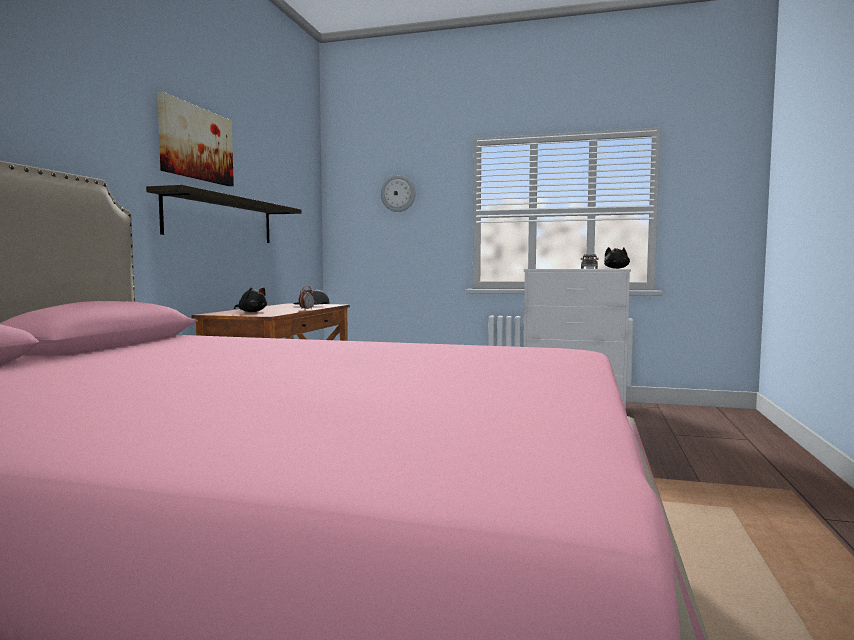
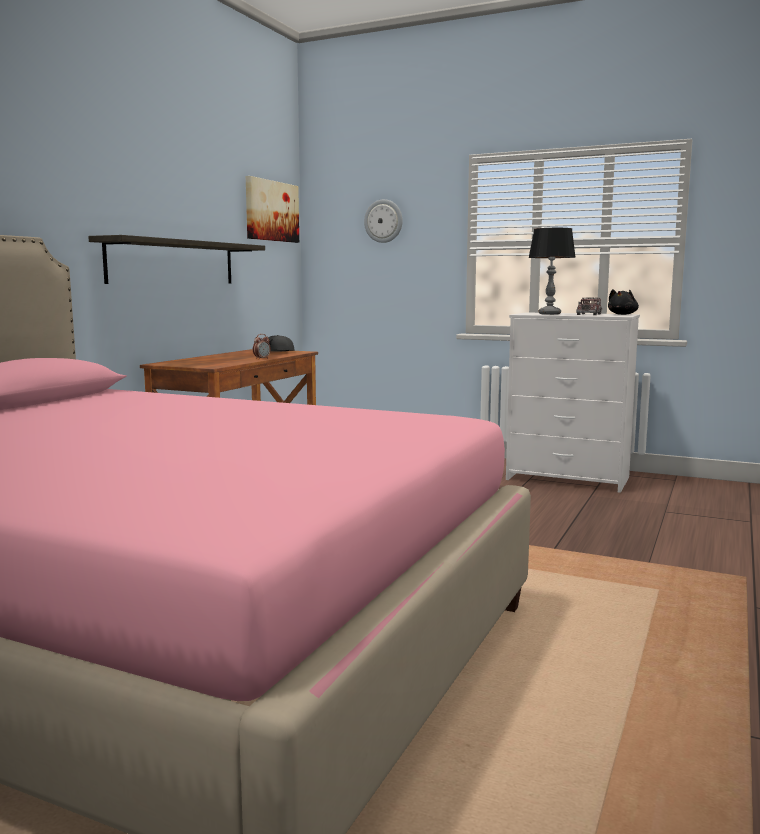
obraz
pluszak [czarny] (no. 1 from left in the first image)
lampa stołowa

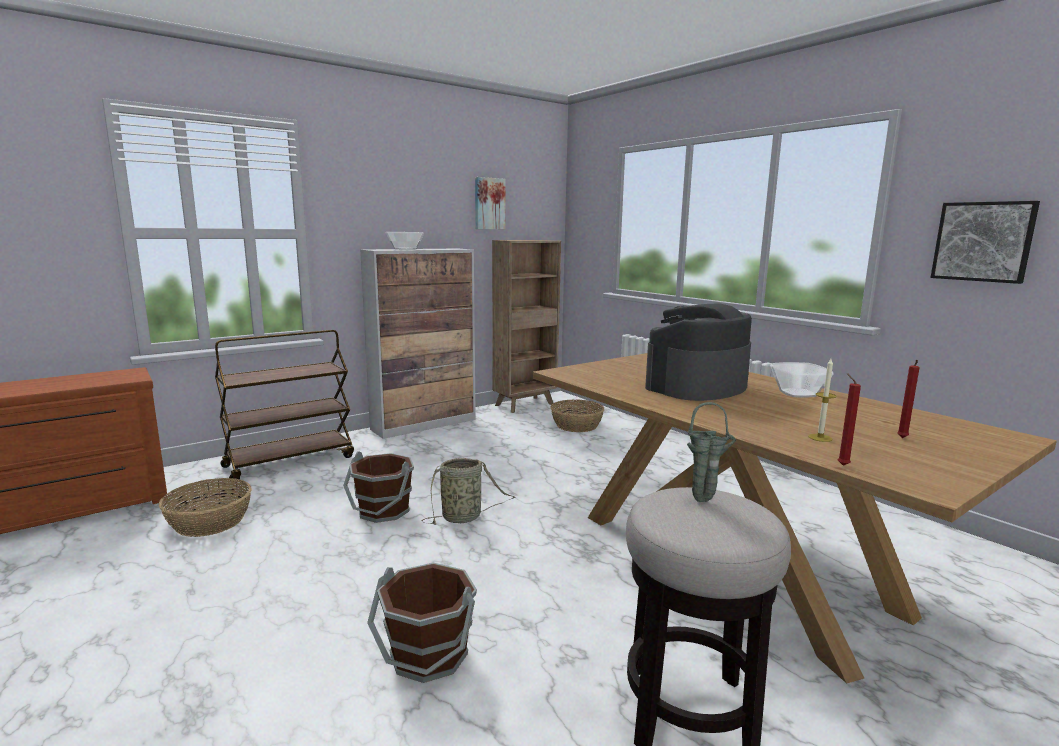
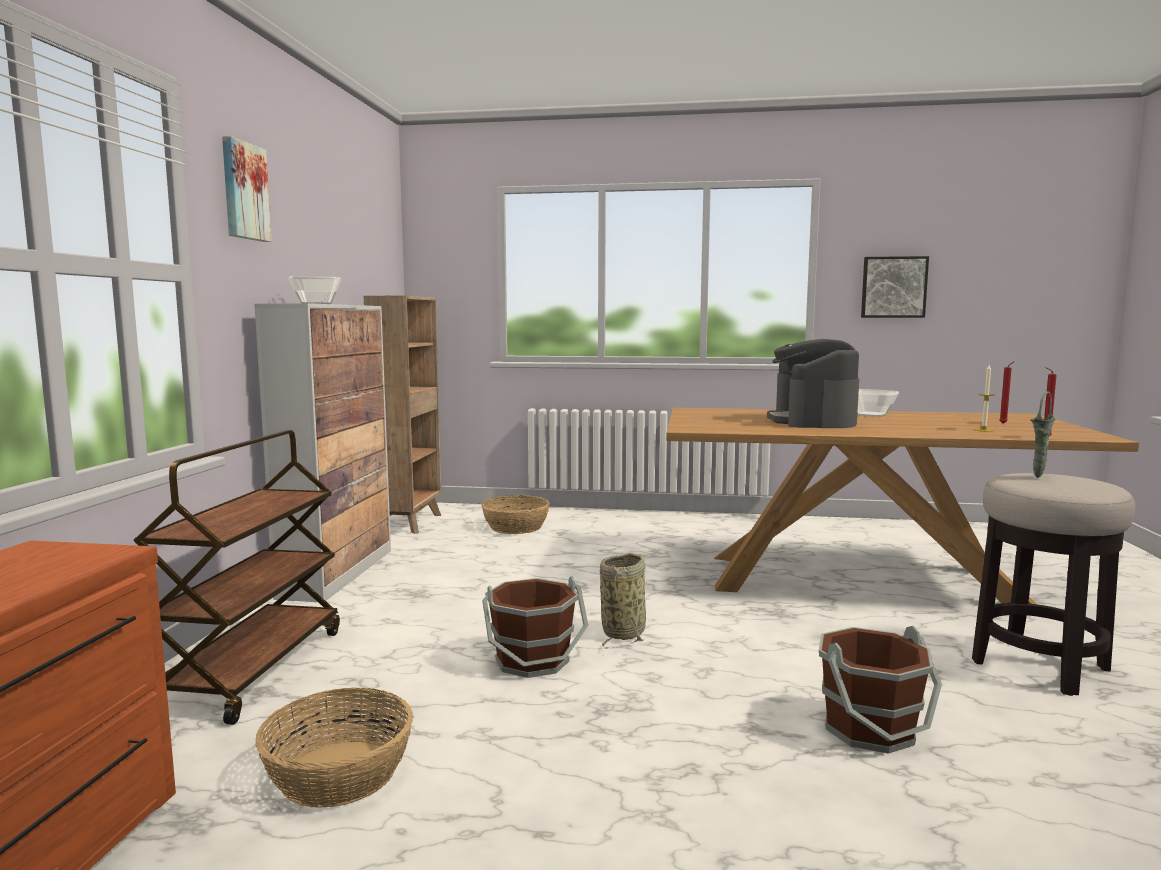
obraz (no. 1 from left)

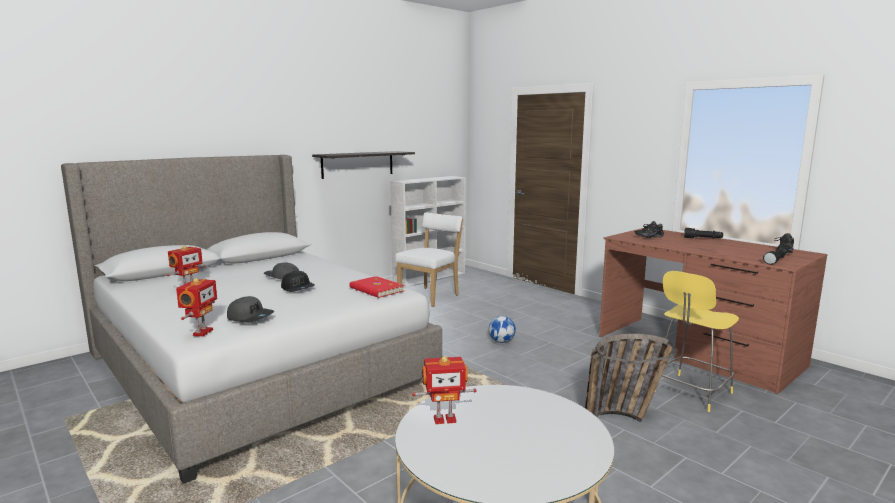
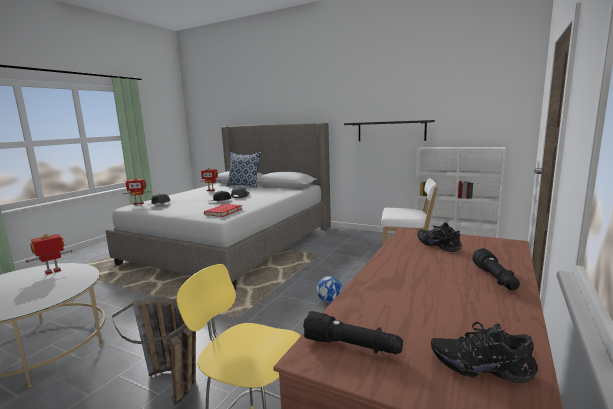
robot zabawkowy (no. 1 from left)
poduszka

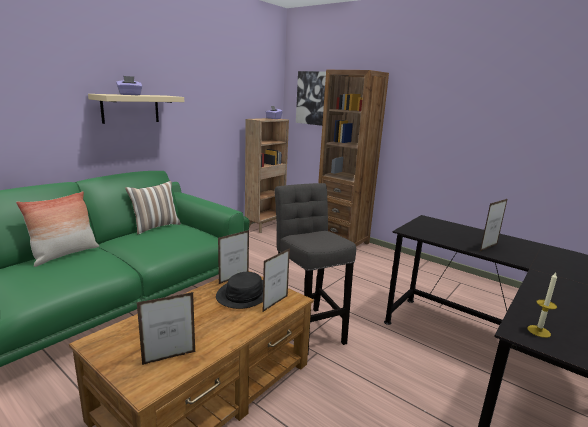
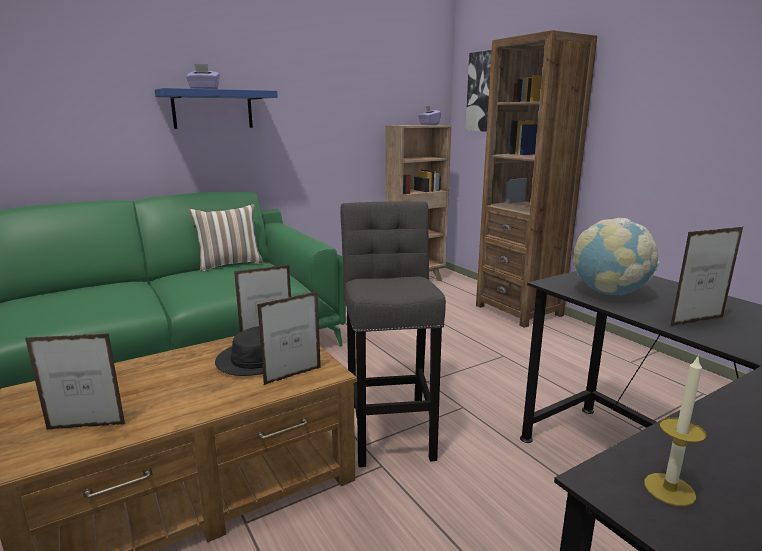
półka [niebieski]
poduszka (no. 1 from left in the first image)
globus

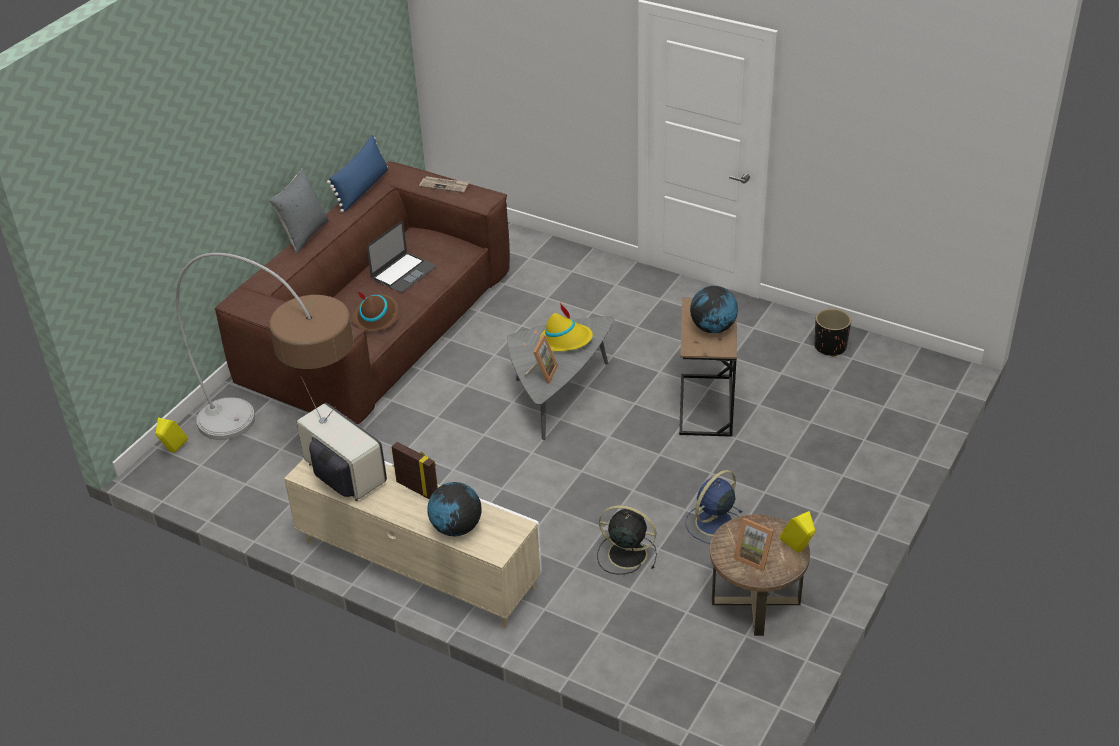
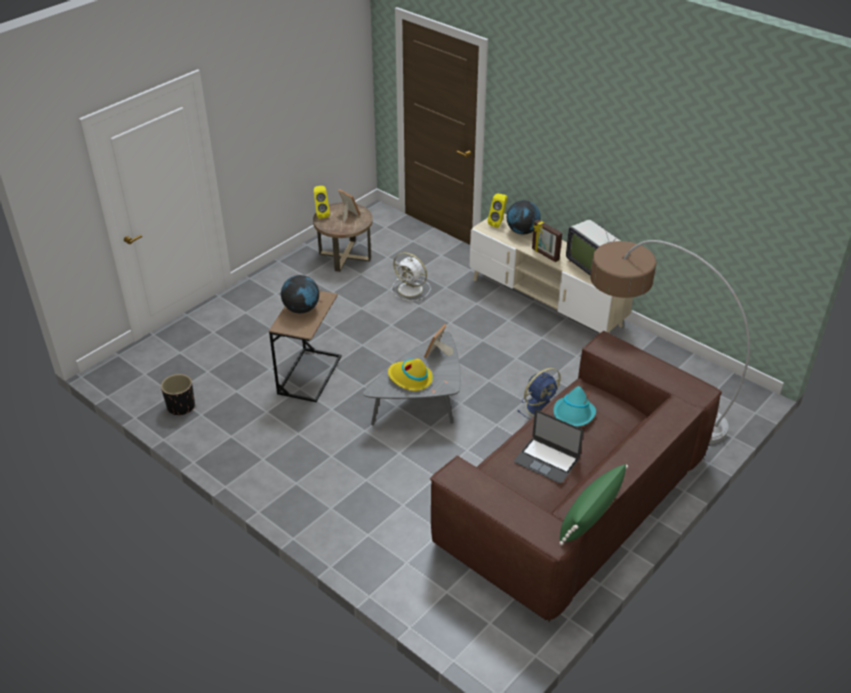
poduszka [zielony]
poduszka [szary]
gazeta
laptop
kapelusz [turkusowy]
głośnik [żółty] (no. 2 from left)
wentylator [niebieski]
wentylator [biały]

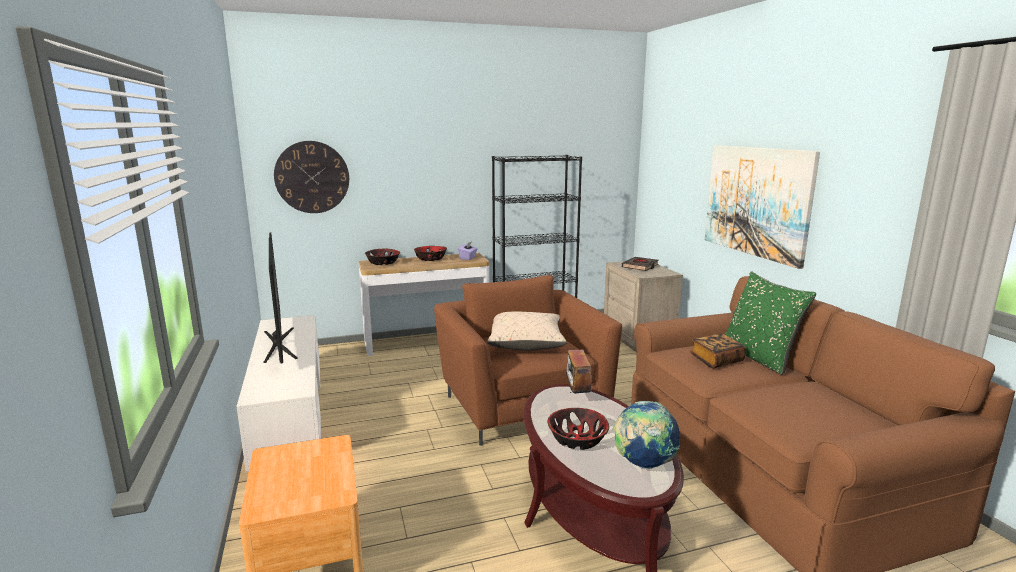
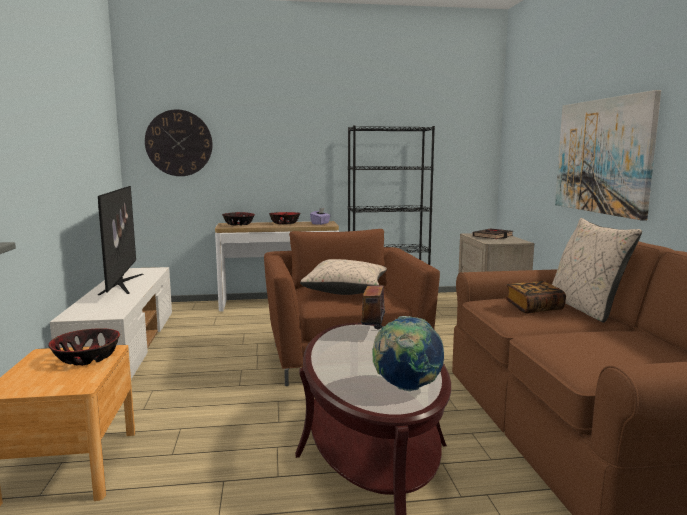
poduszka [beżowy] (no. 2 from left)
miska (no. 1 from left)

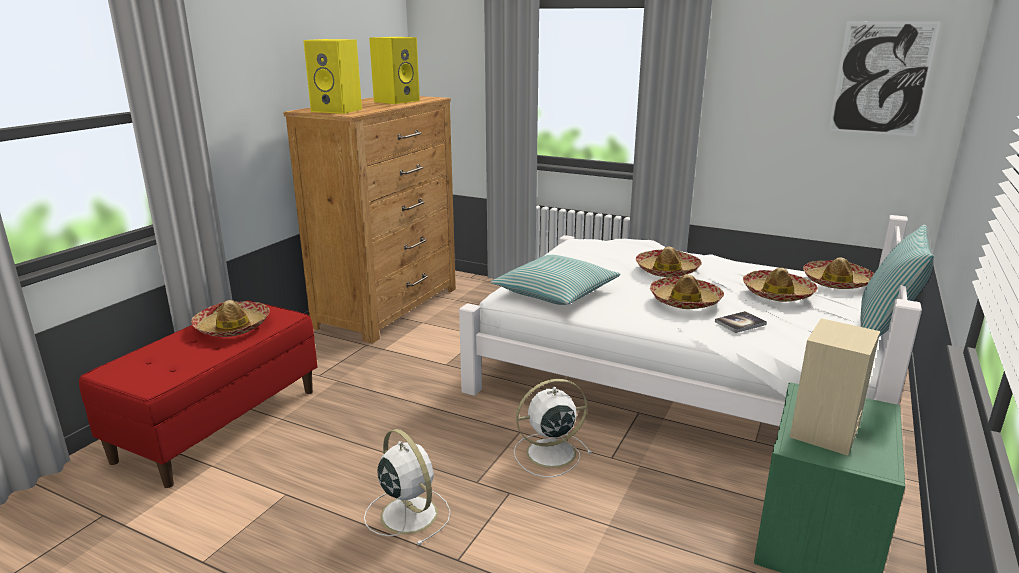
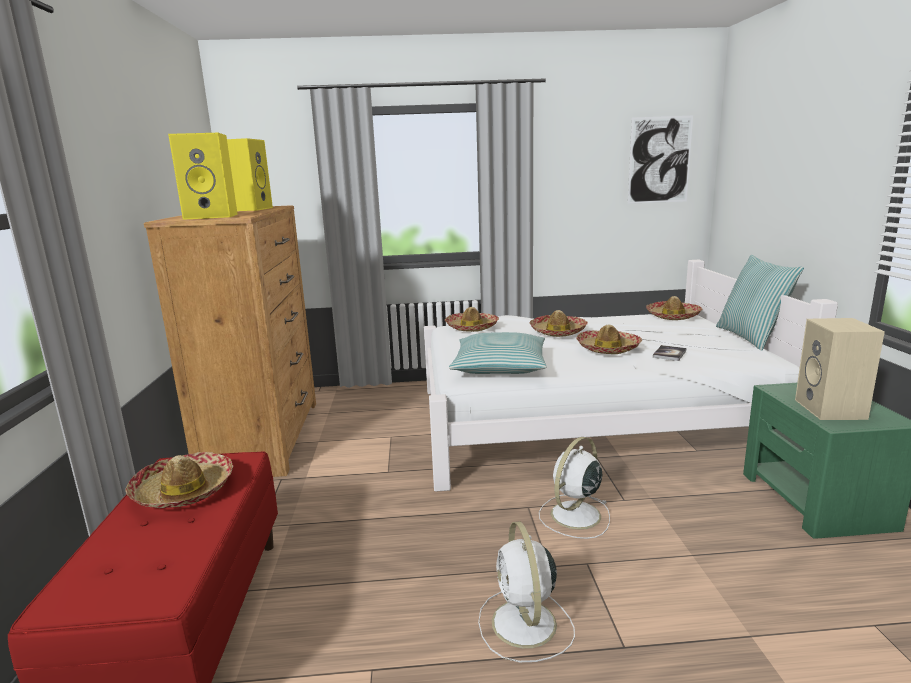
kapelusz (no. 2 from left)
wentylator [biały] (no. 1 from left)

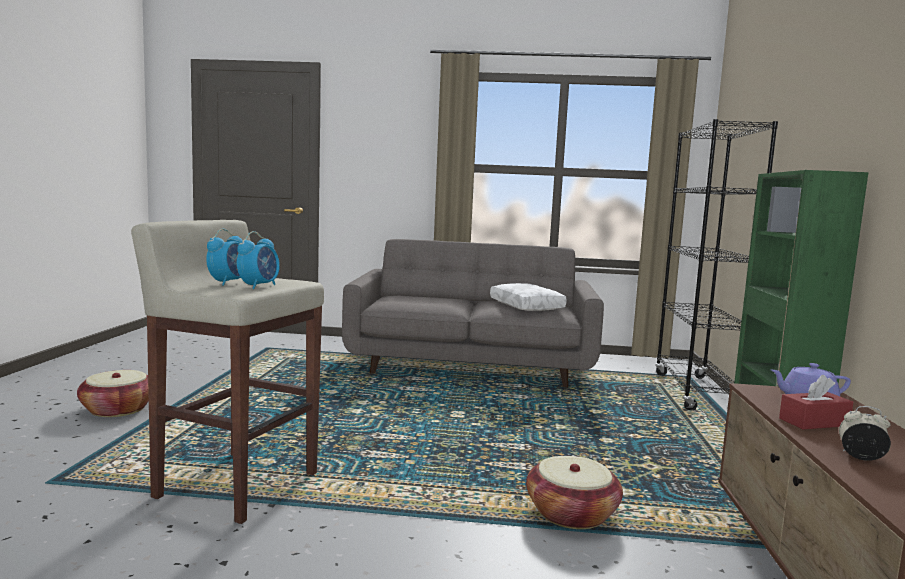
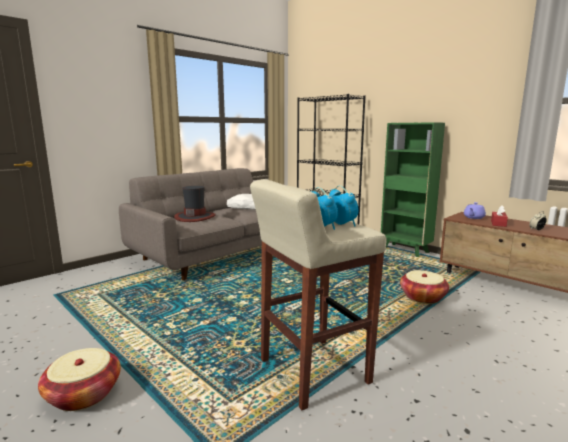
kapelusz

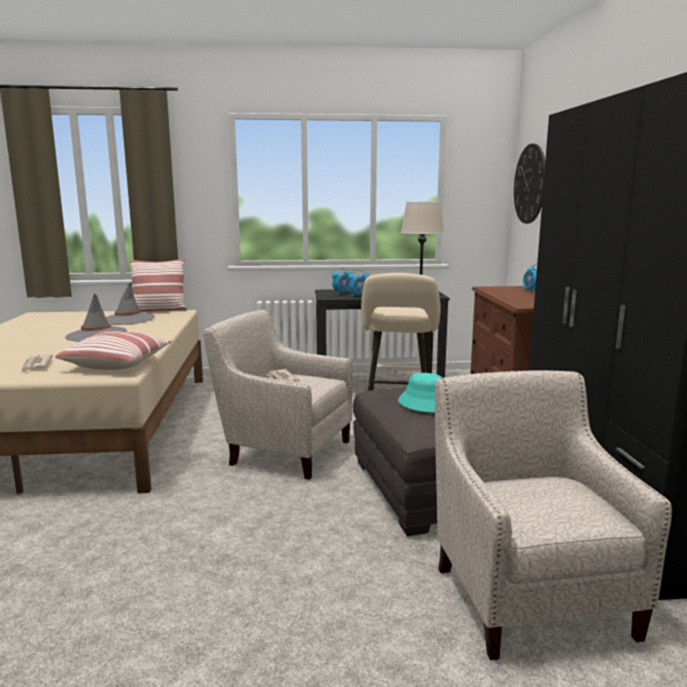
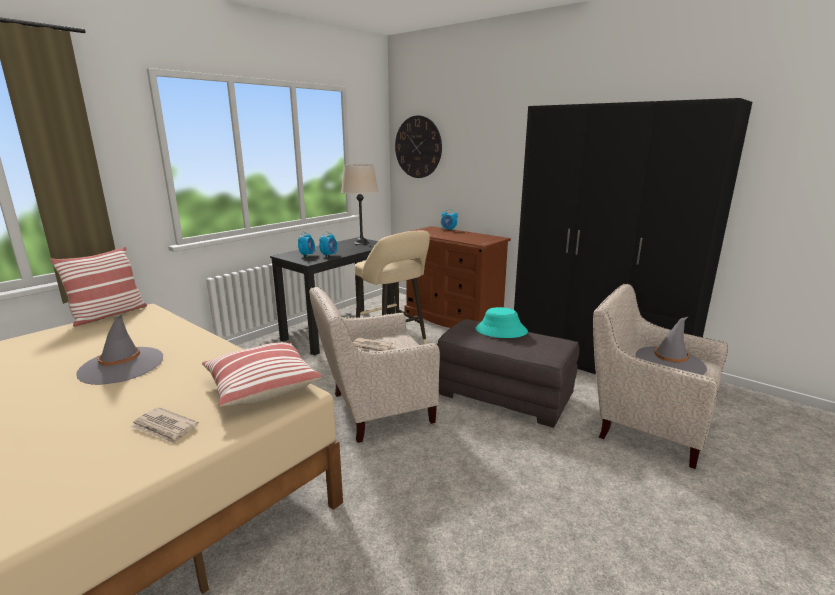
kapelusz [szary] (no. 2 from left)

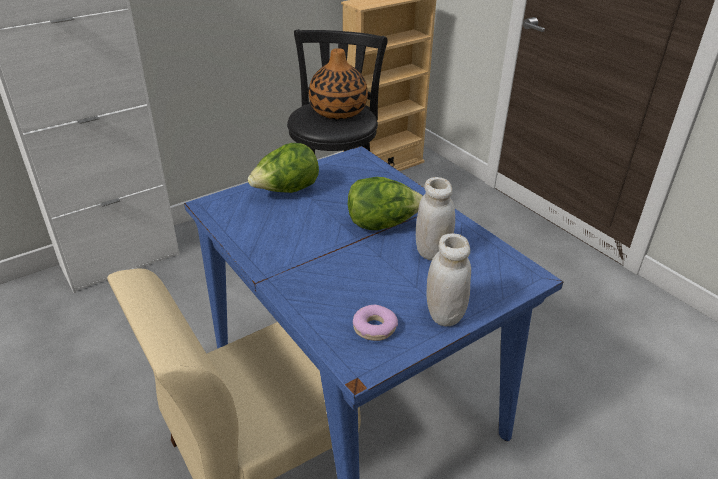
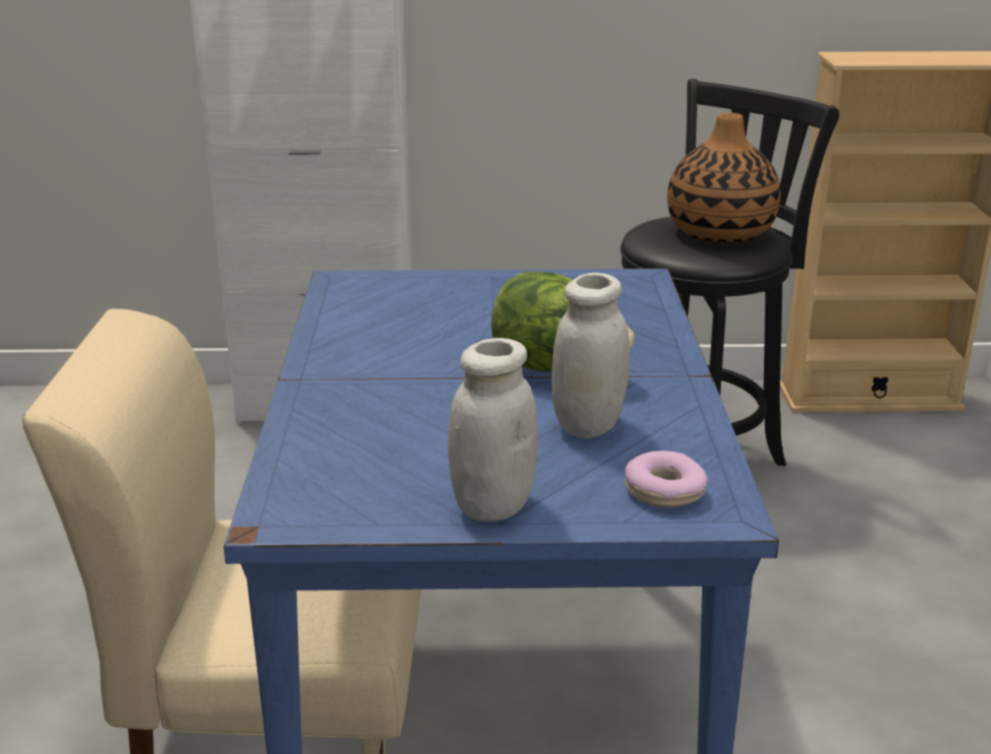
sałata (no. 1 from left in the first image)
donut

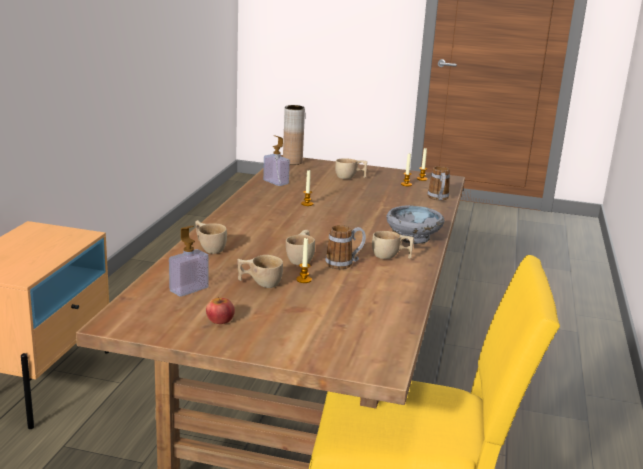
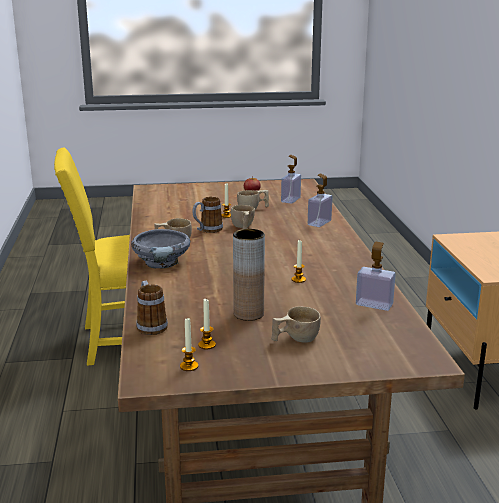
wazon [brązowy]
dozownik mydła (no. 2 from left)

